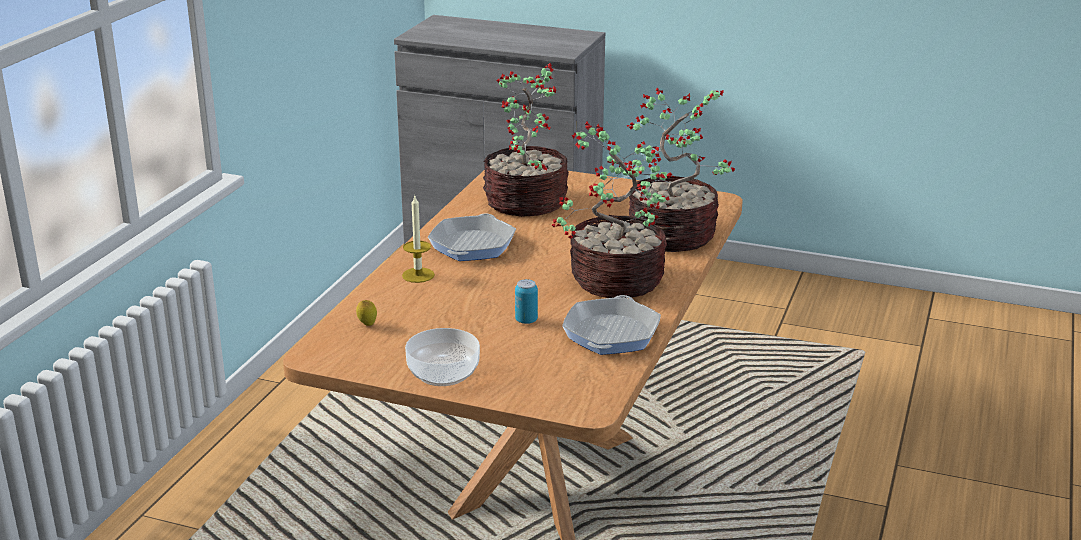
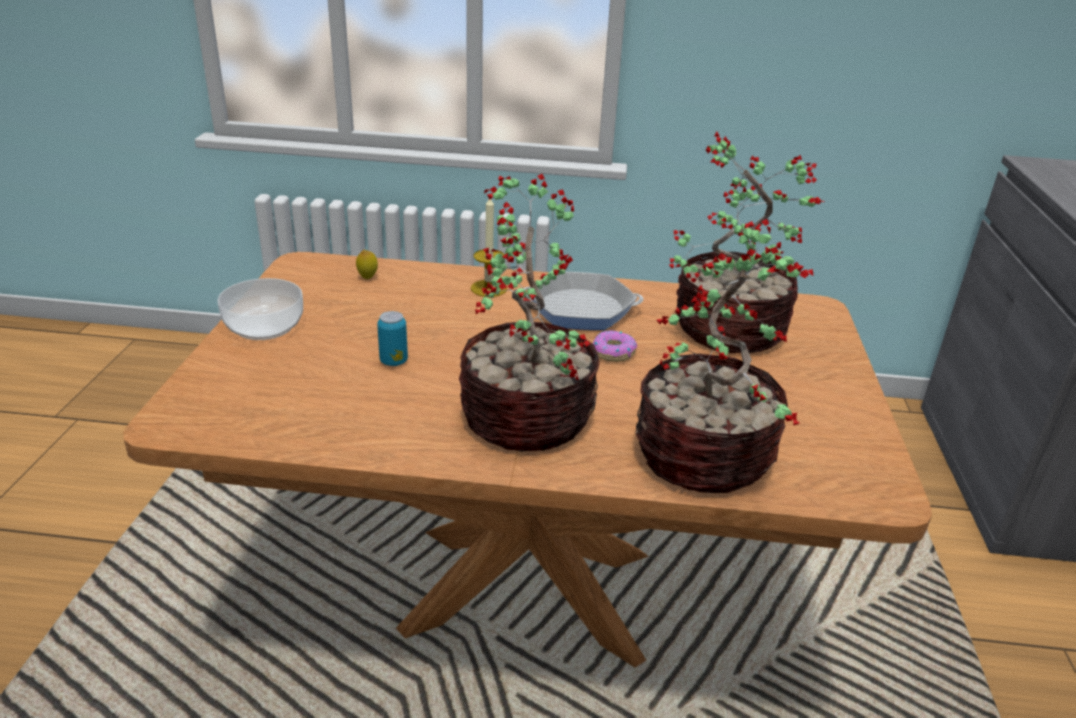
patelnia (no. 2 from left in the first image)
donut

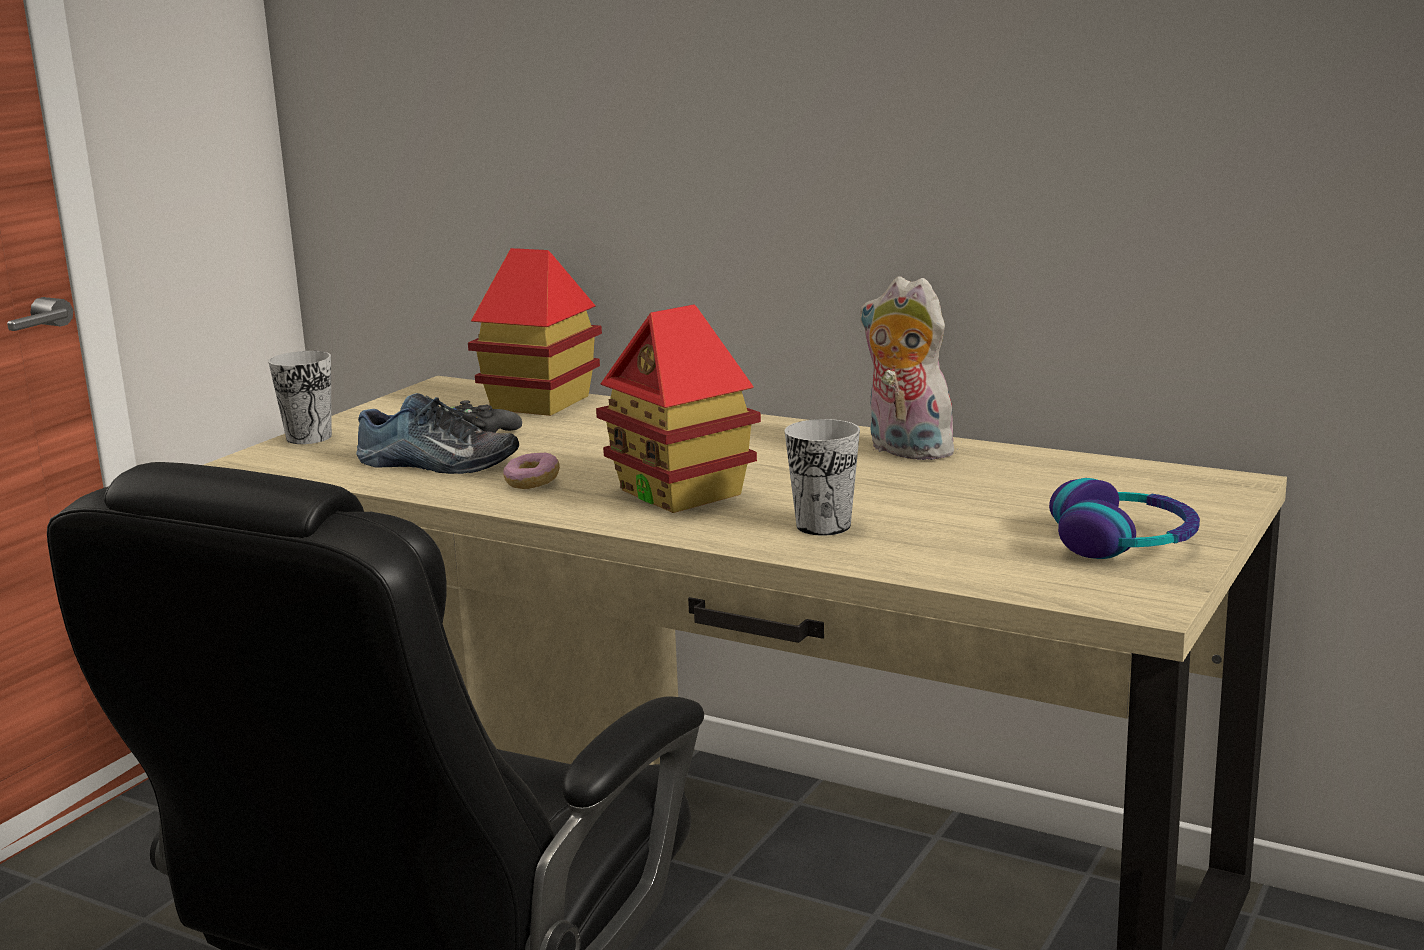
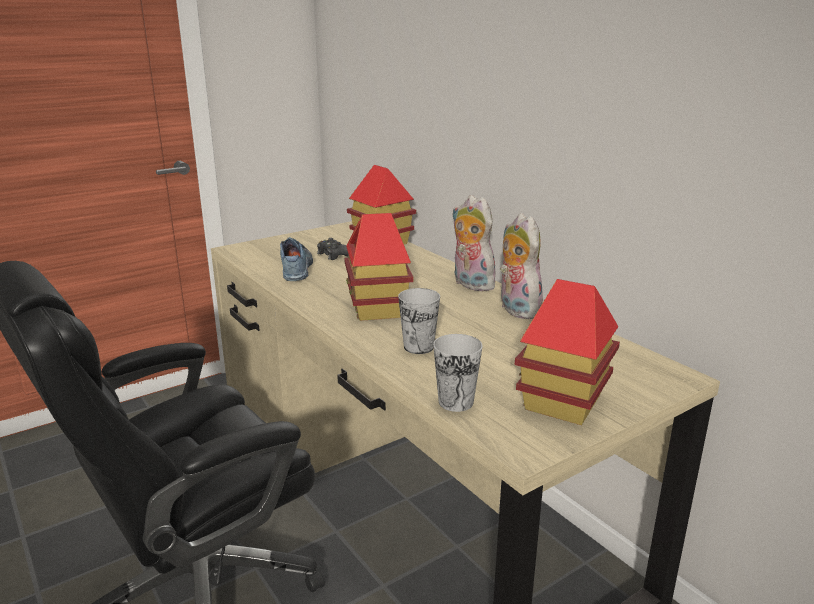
filiżanka (no. 2 from left)
but
donut
domek (no. 3 from left)
pluszak (no. 1 from left)

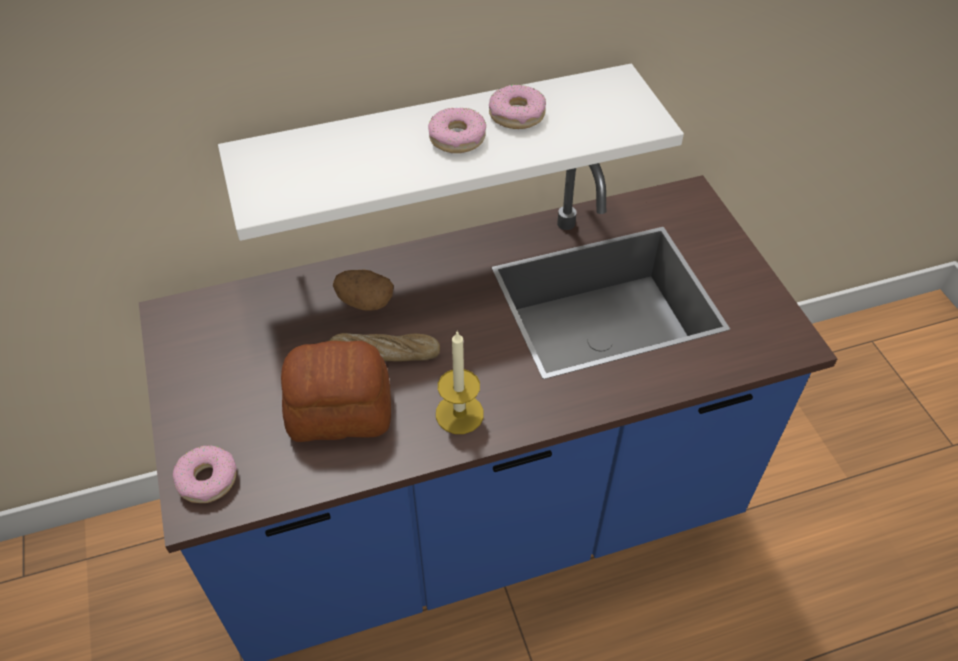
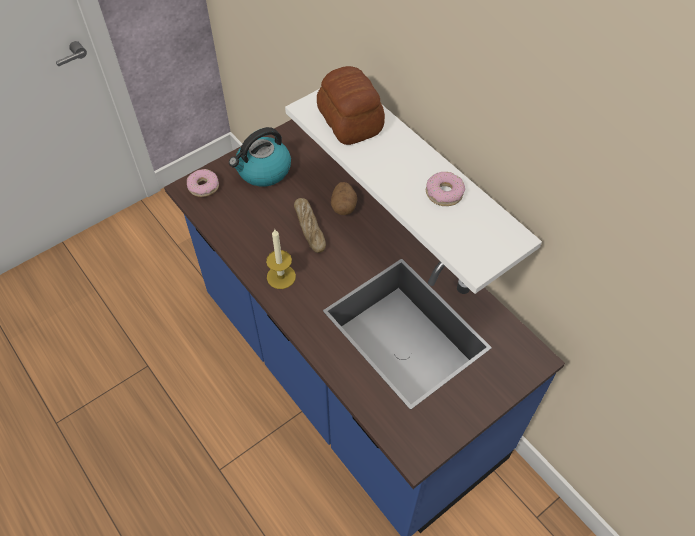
donut (no. 2 from left in the first image)
chleb (no. 2 from left)
czajnik

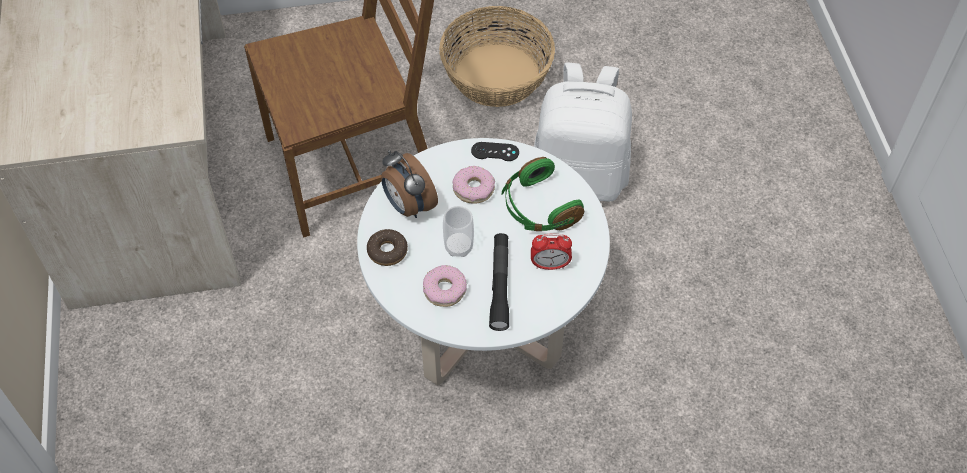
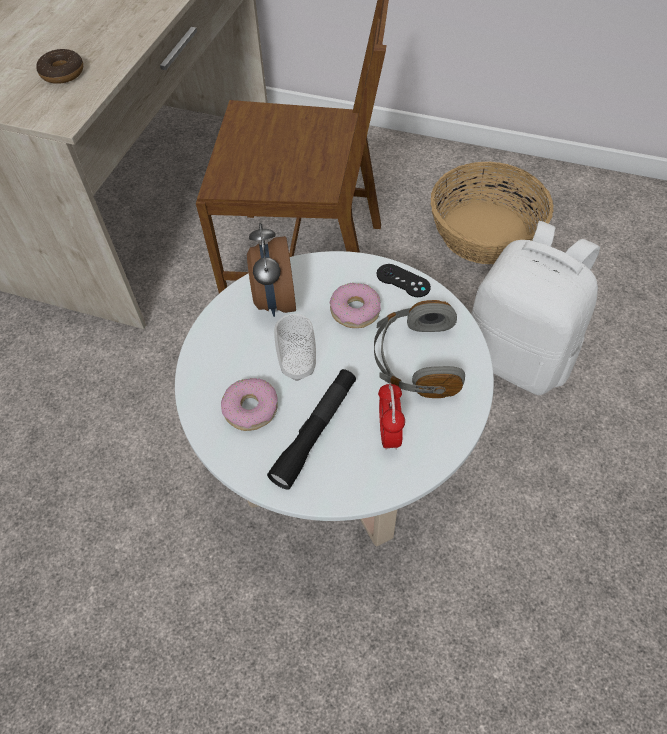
słuchawki [szary]
donut (no. 1 from left)
budzik (no. 2 from left)

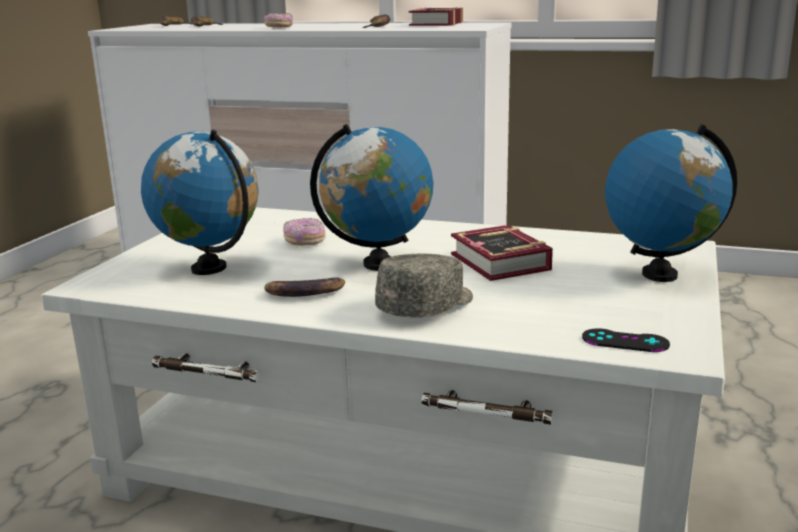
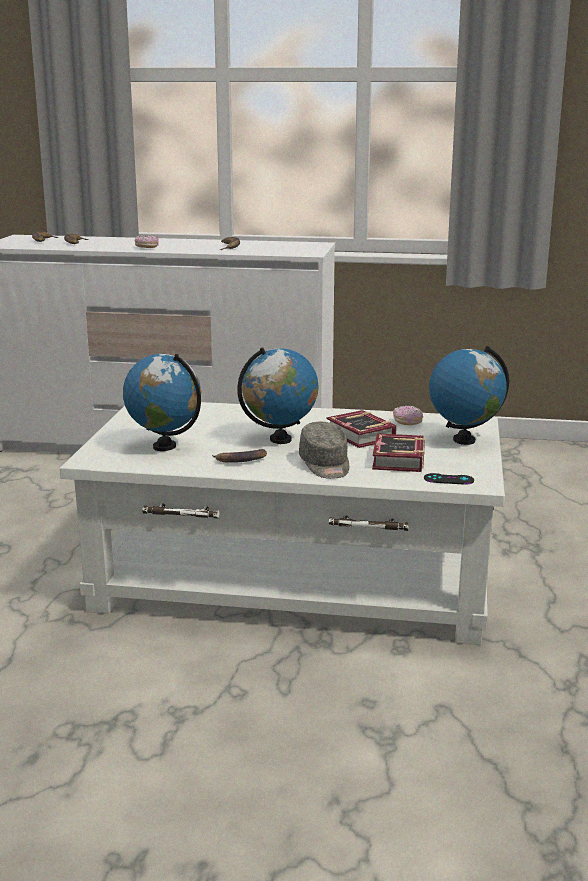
książka (no. 2 from left)
donut (no. 2 from left)
czapka z daszkiem [szary]

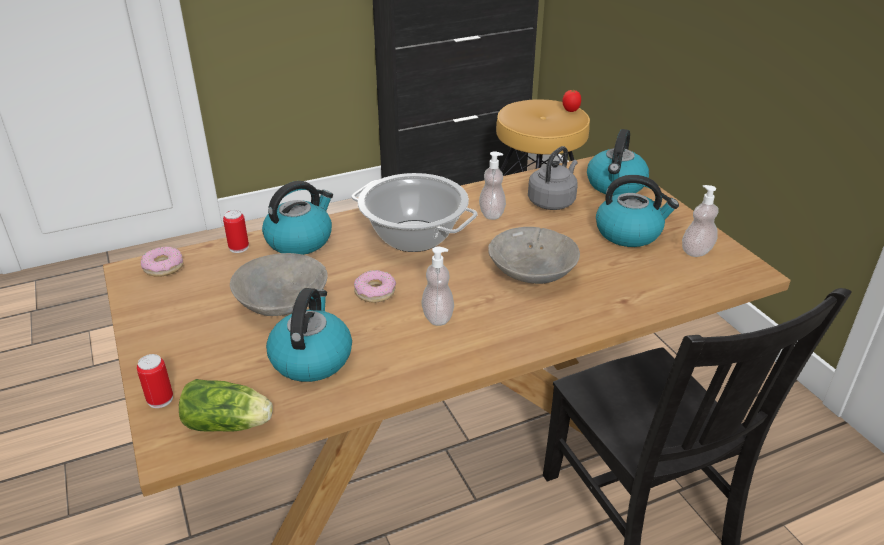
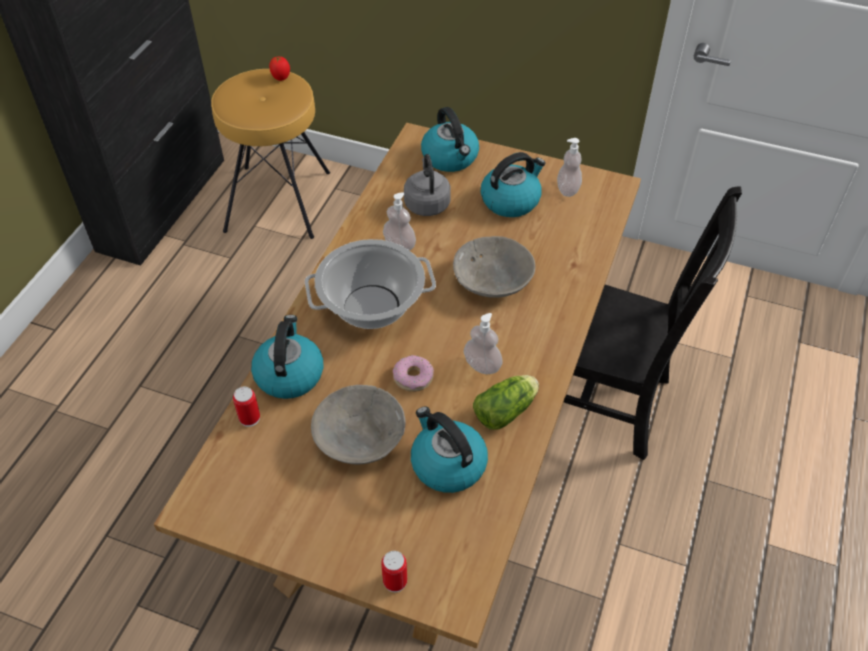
donut (no. 1 from left in the first image)
sałata

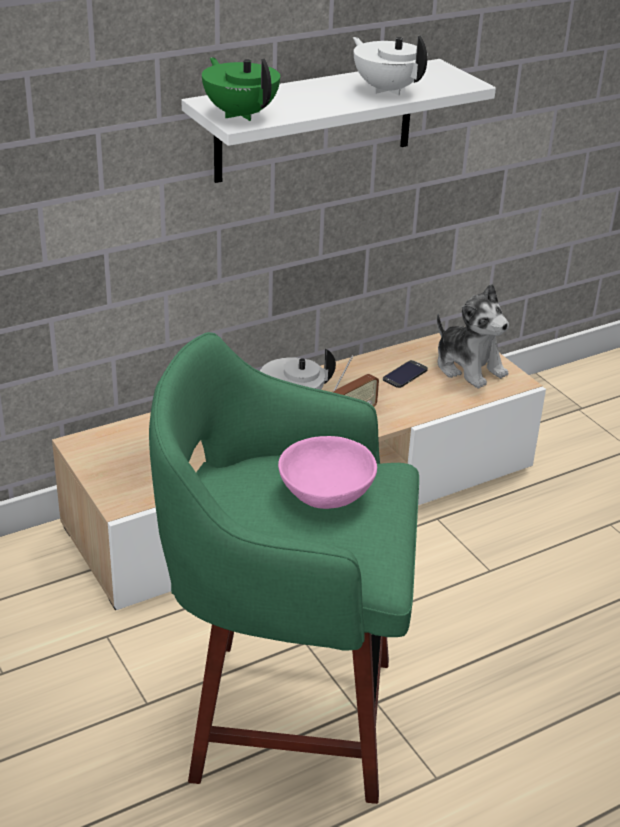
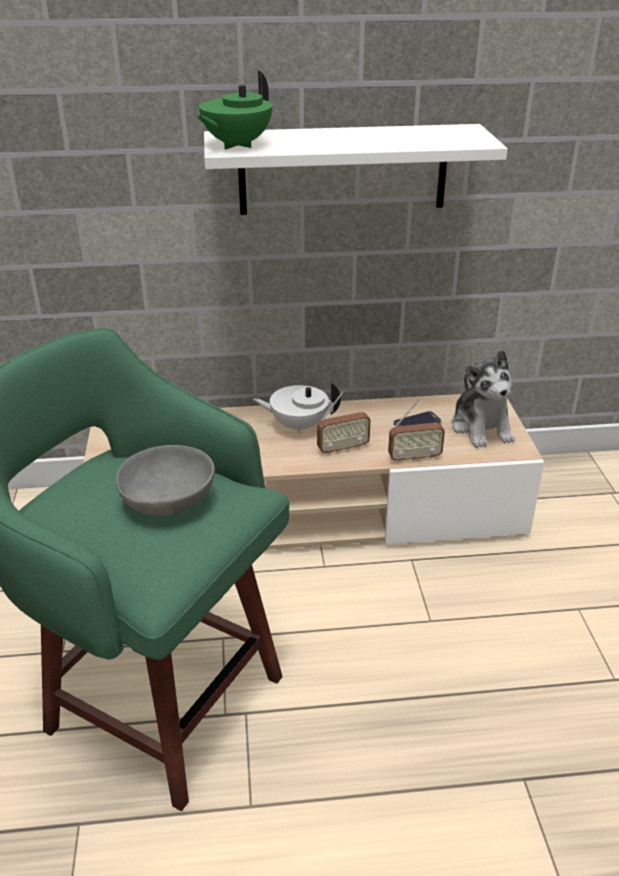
imbryk [biały] (no. 2 from left in the first image)
imbryk [zielony]
miska [szary]
radio (no. 2 from left)

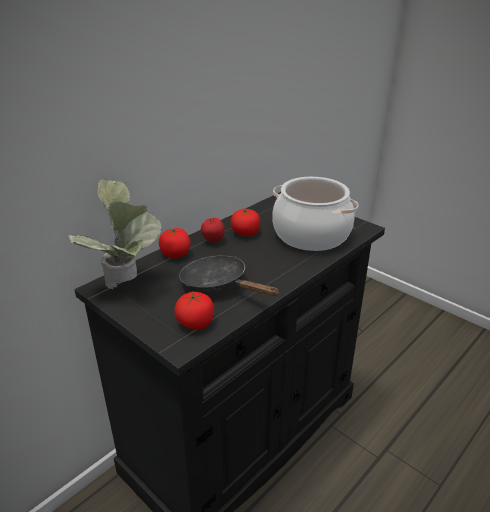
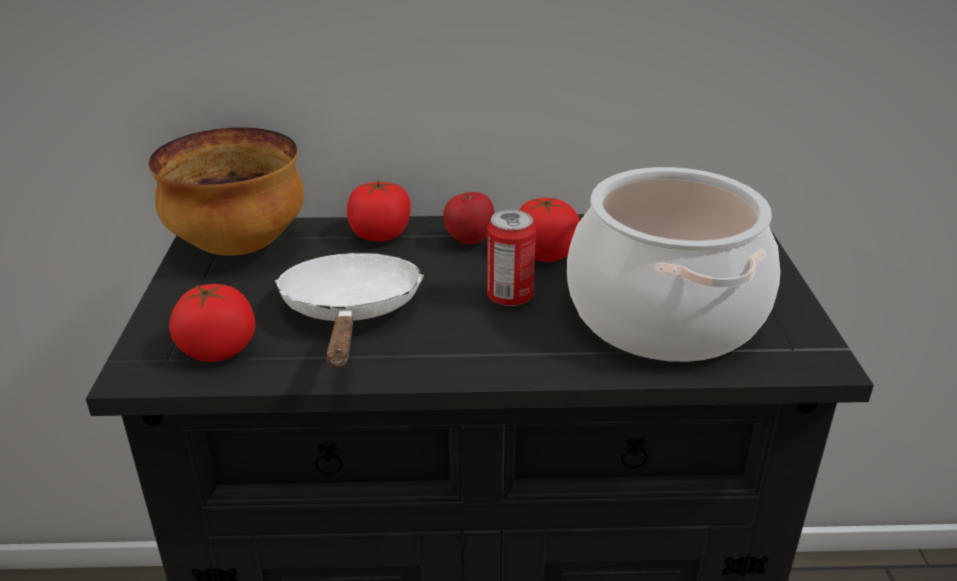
miska
patelnia [biały]
puszka

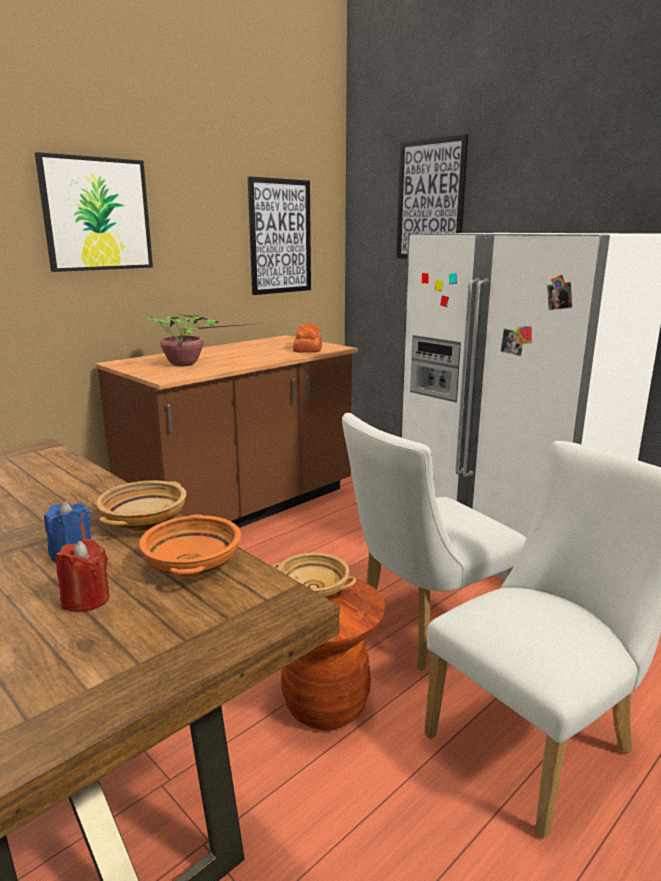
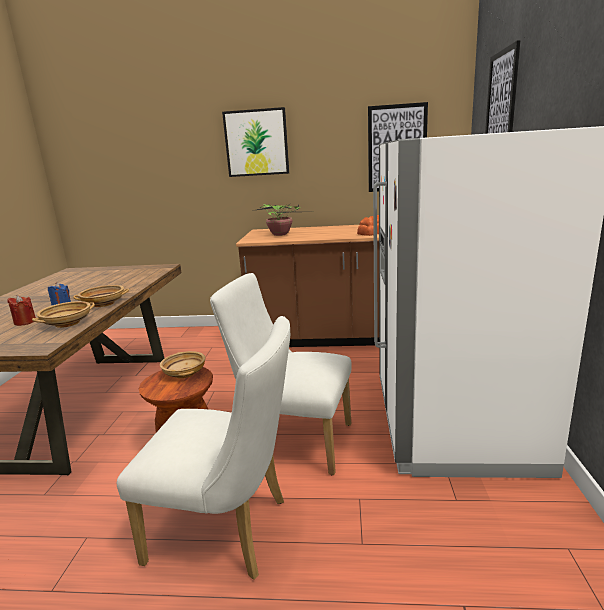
miska [beżowy] (no. 1 from left)

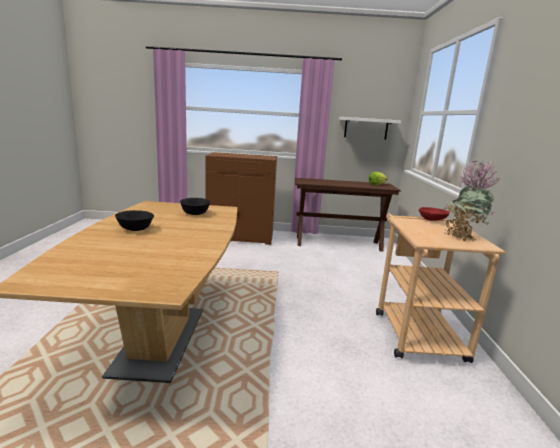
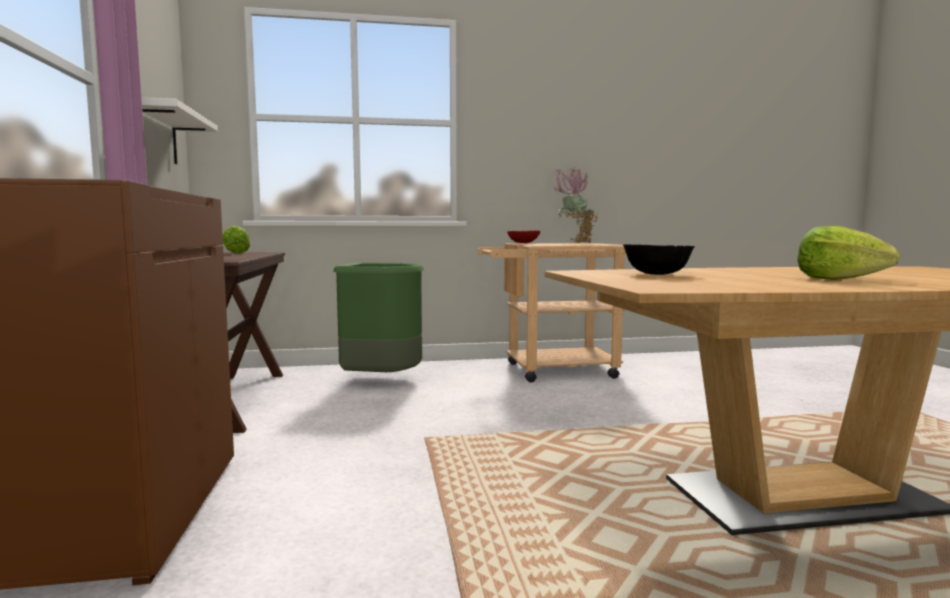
sałata (no. 2 from left)
kosz na śmieci [zielony]

